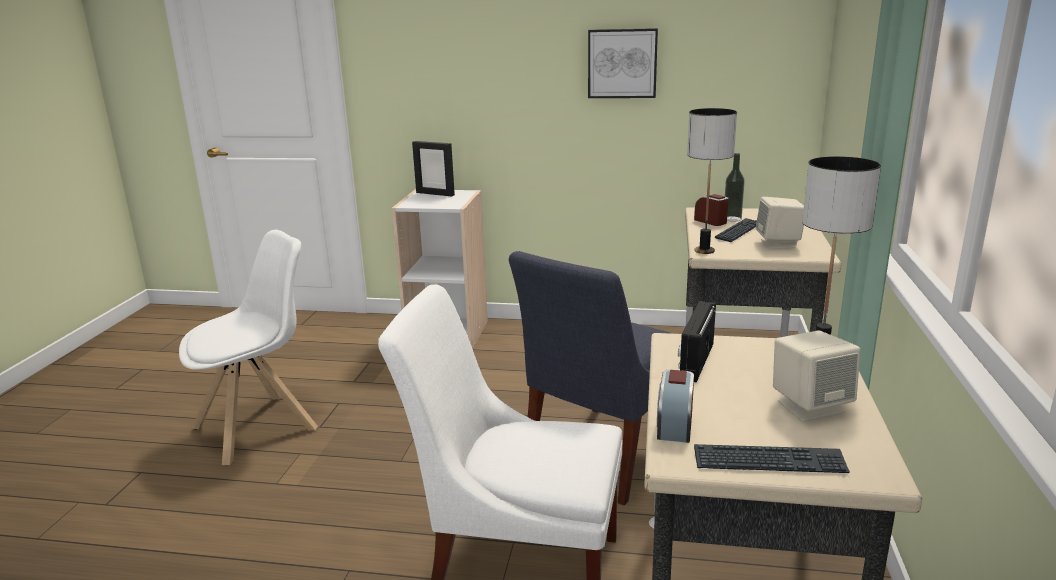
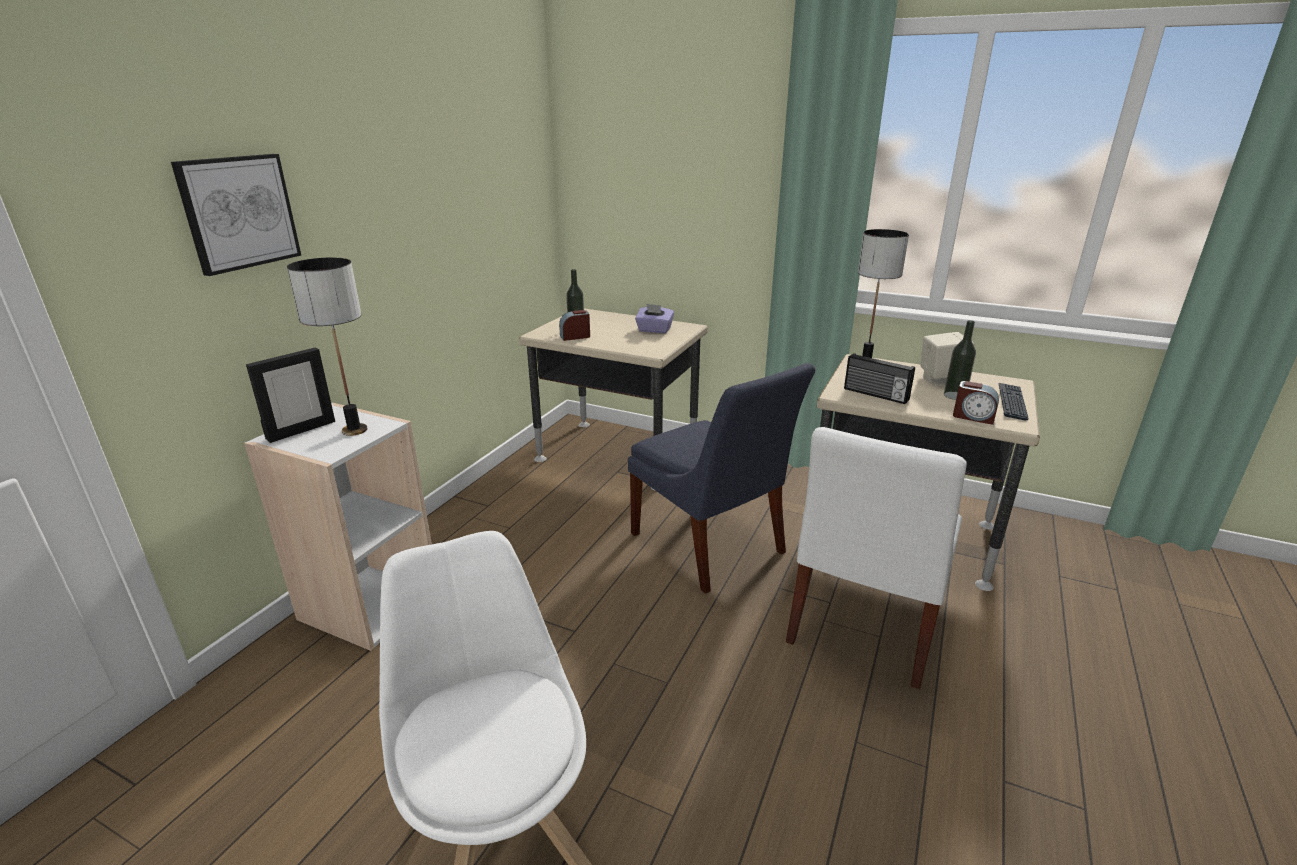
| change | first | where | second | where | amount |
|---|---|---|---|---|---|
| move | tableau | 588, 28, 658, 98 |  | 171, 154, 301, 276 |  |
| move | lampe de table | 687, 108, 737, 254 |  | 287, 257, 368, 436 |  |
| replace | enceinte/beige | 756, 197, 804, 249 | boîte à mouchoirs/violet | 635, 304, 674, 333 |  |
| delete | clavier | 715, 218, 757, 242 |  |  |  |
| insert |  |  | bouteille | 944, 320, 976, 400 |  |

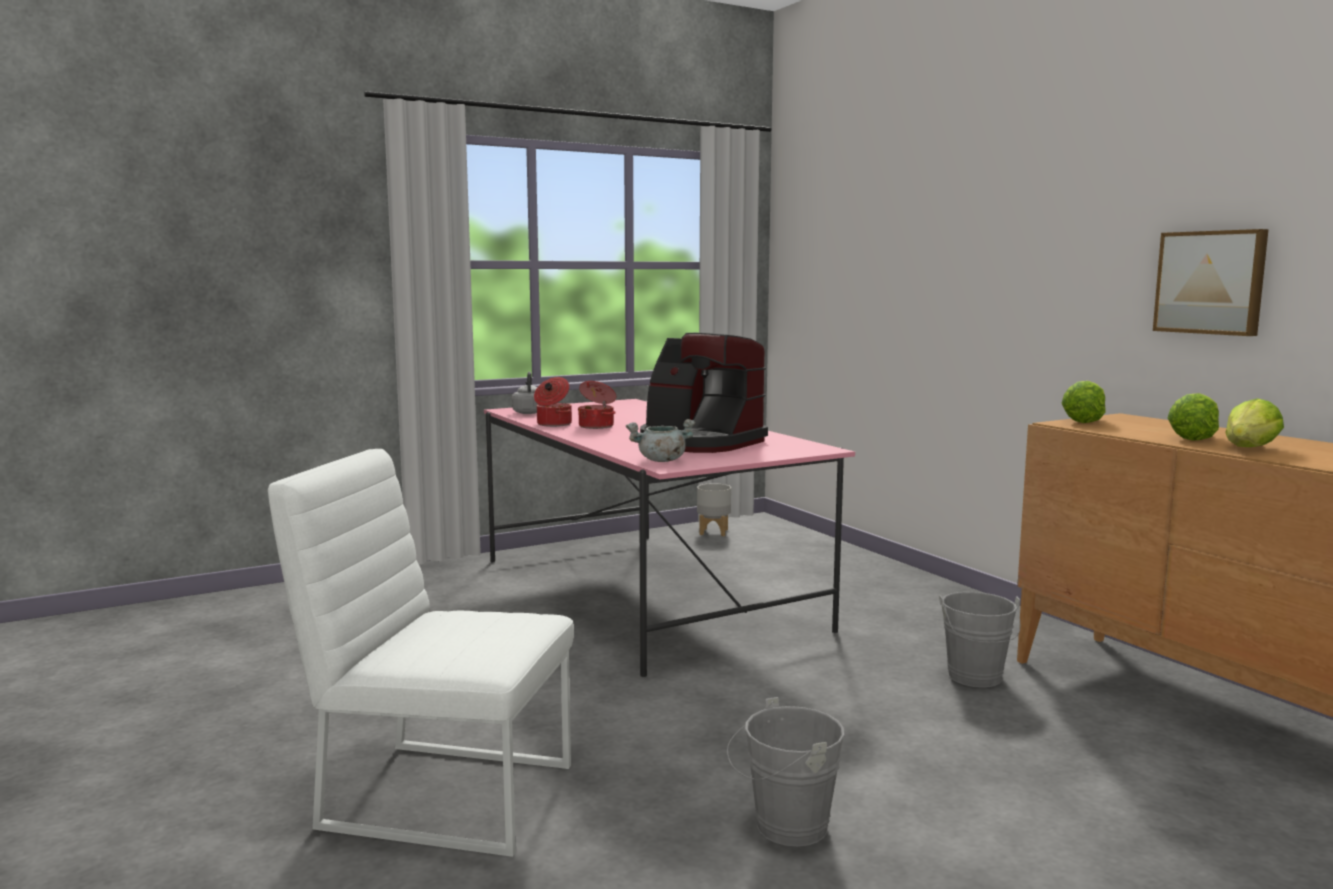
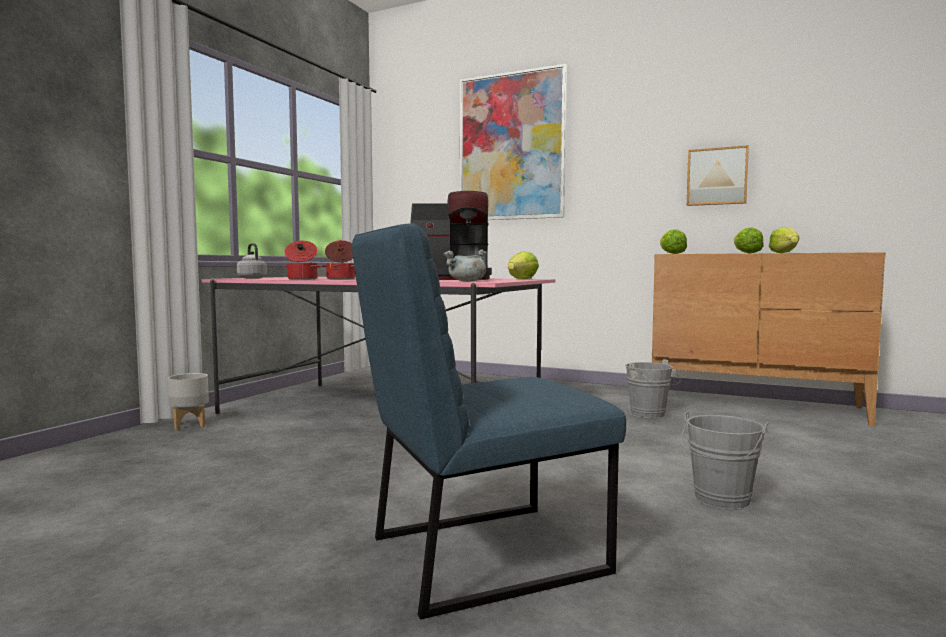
| change | first | where | second | where | amount |
|---|---|---|---|---|---|
| recolor | chaise/blanc | 268, 449, 574, 857 | chaise/bleu | 352, 223, 626, 620 |  |
| move | cache-pot/gris | 697, 483, 731, 536 |  | 168, 373, 209, 430 |  |
| insert |  |  | tableau | 460, 64, 567, 220 |  |
| insert |  |  | laitue | 508, 252, 539, 279 |  |

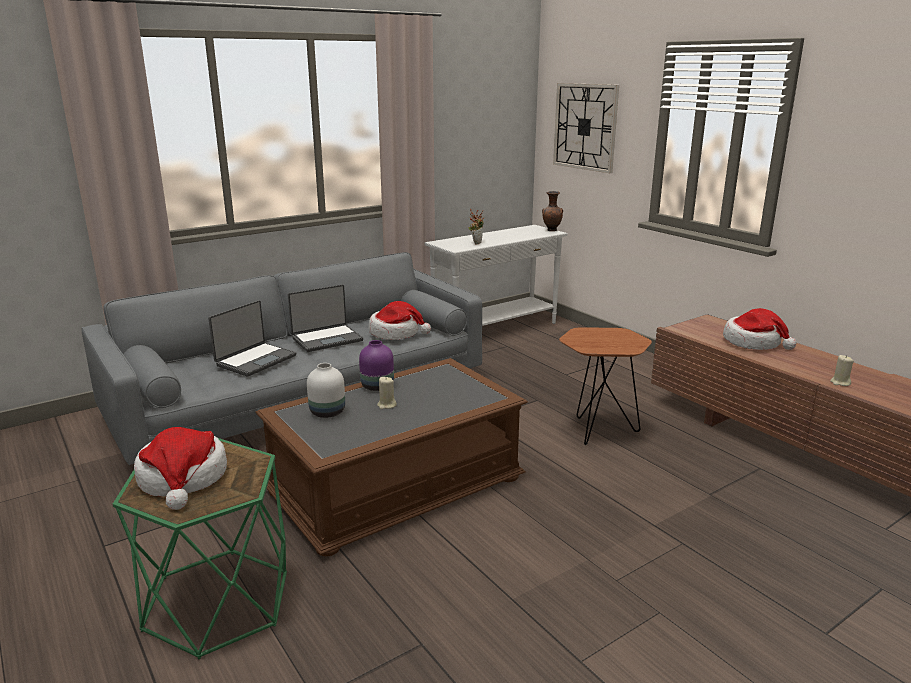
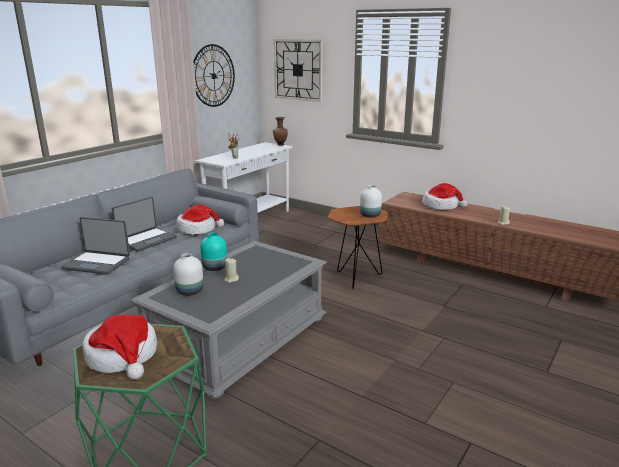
| change | first | where | second | where | amount |
|---|---|---|---|---|---|
| rotate | ordinateur portable | 208, 300, 296, 377 |  | 61, 217, 130, 275 | 90 degrees clockwise |
| recolor | vase/violet | 359, 340, 394, 391 | vase/turquoise | 200, 232, 227, 271 |  |
| recolor | table basse/marron | 256, 358, 528, 556 | table basse/gris | 130, 241, 327, 399 |  |
| insert |  |  | horloge murale | 193, 44, 235, 107 |  |
| insert |  |  | vase/blanc | 360, 185, 382, 218 |  |

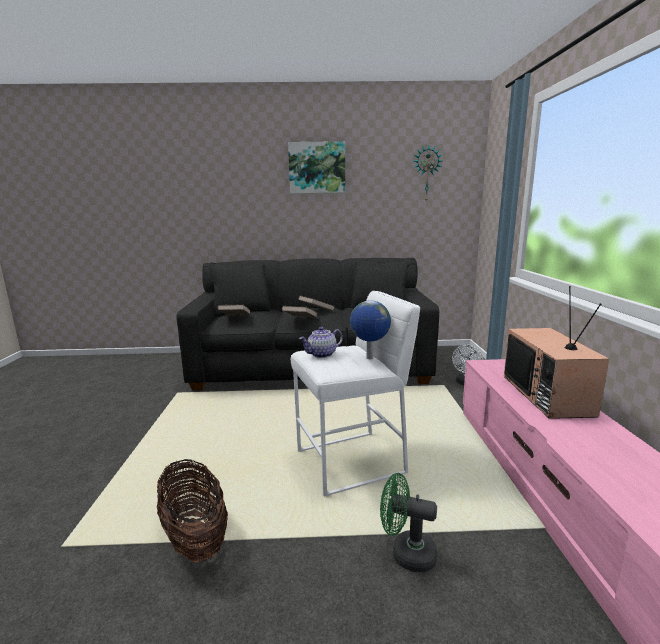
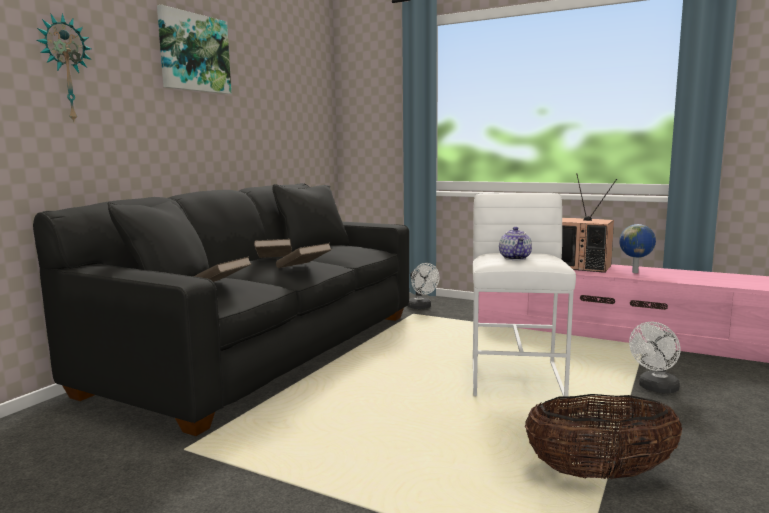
| change | first | where | second | where | amount |
|---|---|---|---|---|---|
| move | horloge murale | 413, 146, 442, 201 |  | 37, 13, 92, 122 |  |
| move | globe | 350, 300, 391, 359 |  | 619, 224, 656, 273 |  |
| recolor | ventilateur/vert | 380, 473, 437, 572 | ventilateur/blanc | 629, 322, 680, 394 |  |

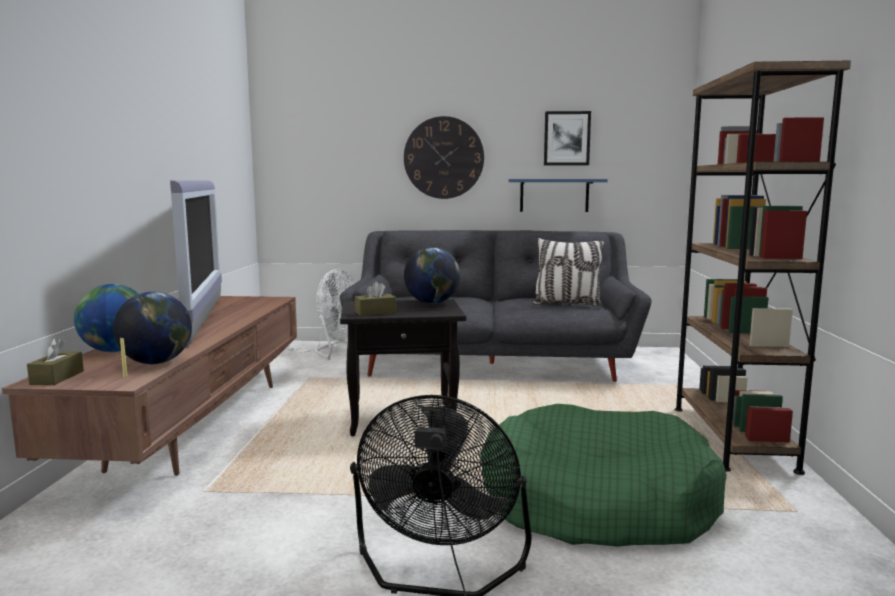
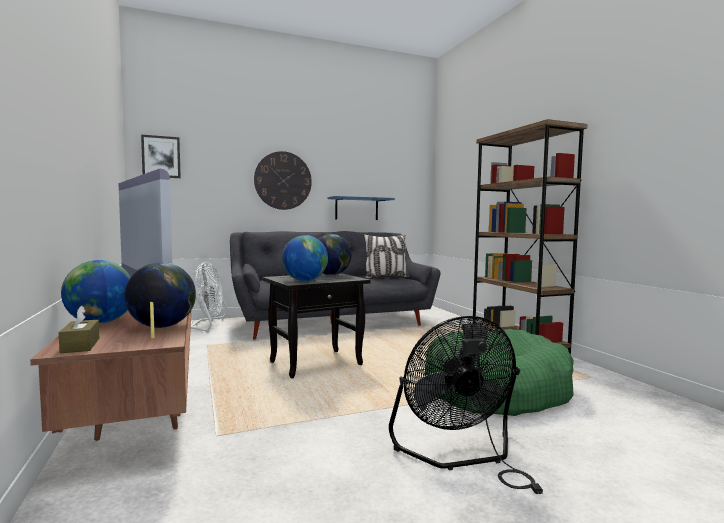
| change | first | where | second | where | amount |
|---|---|---|---|---|---|
| move | tableau | 544, 111, 591, 165 |  | 141, 135, 181, 178 |  |
| replace | boîte à mouchoirs/marron | 355, 281, 396, 316 | globe | 282, 235, 328, 281 |  |

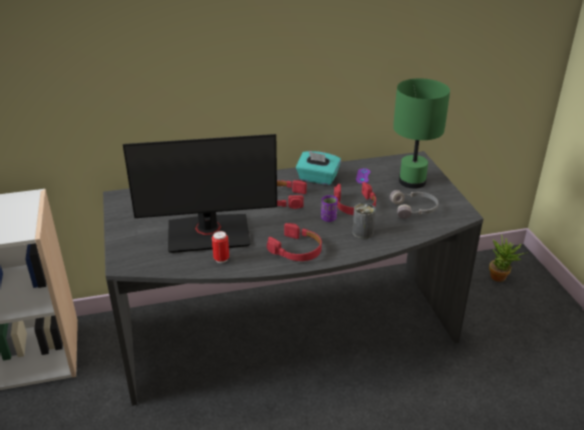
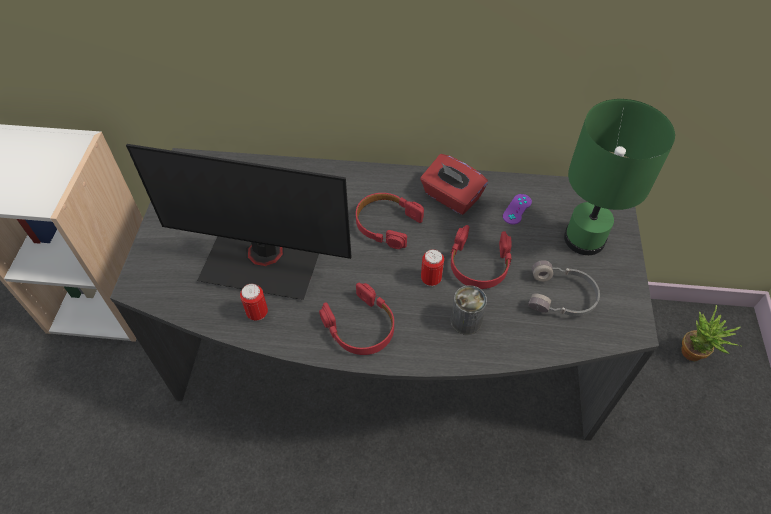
| change | first | where | second | where | amount |
|---|---|---|---|---|---|
| recolor | boîte à mouchoirs/turquoise | 296, 151, 341, 185 | boîte à mouchoirs/rouge | 420, 154, 488, 215 |  |
| replace | tasse/violet | 321, 195, 338, 222 | boîte métallique | 421, 249, 444, 286 |  |

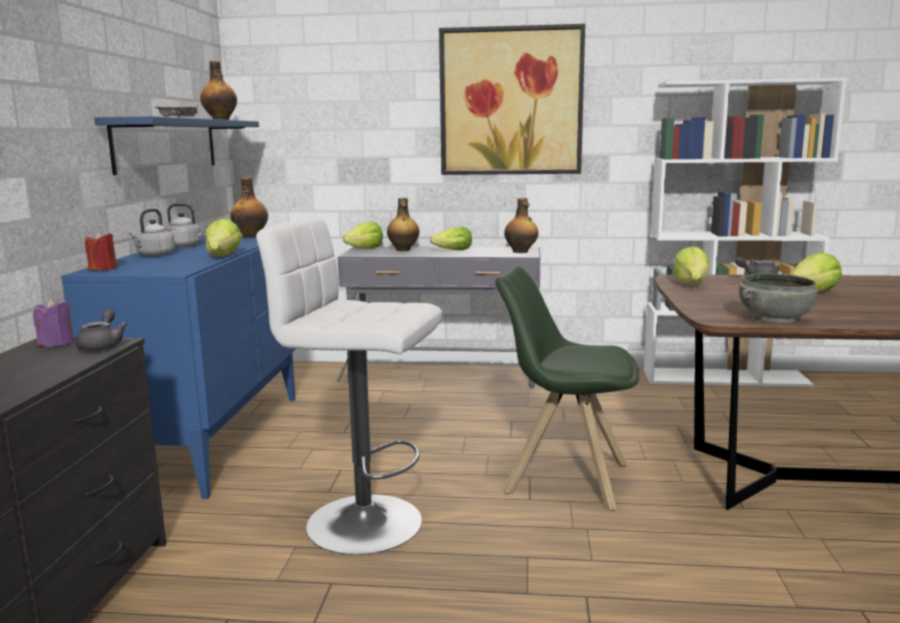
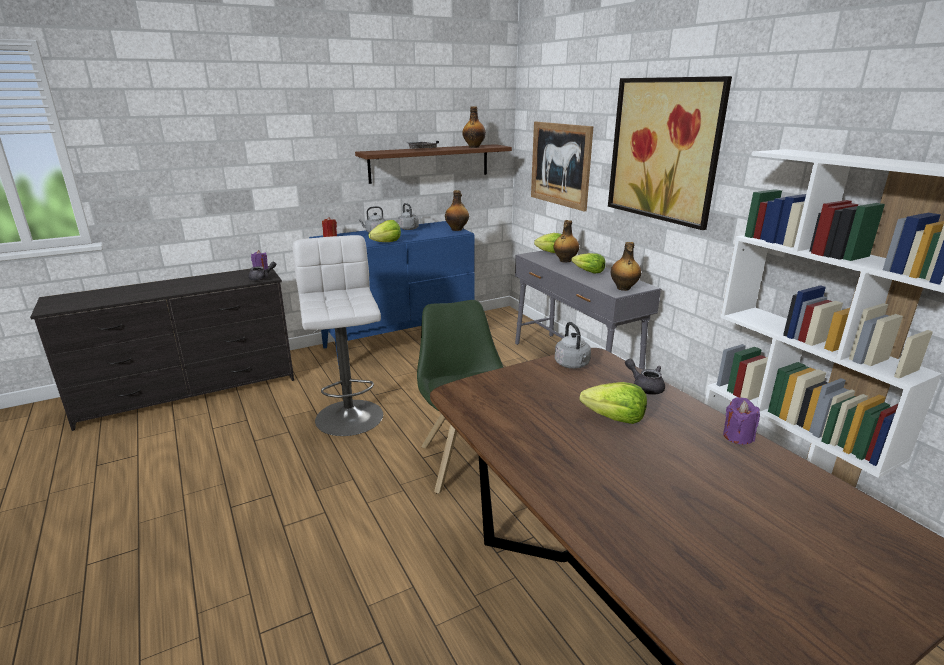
| change | first | where | second | where | amount |
|---|---|---|---|---|---|
| recolor | étagère/bleu | 94, 116, 259, 175 | étagère/marron | 355, 144, 512, 184 |  |
| replace | laitue | 673, 246, 710, 285 | bouilloire/gris | 555, 322, 591, 369 |  |
| delete | bol/gris | 739, 273, 818, 324 |  |  |  |
| insert |  |  | tableau | 531, 122, 593, 211 |  |
| insert |  |  | bougie/violet | 723, 397, 760, 444 |  |

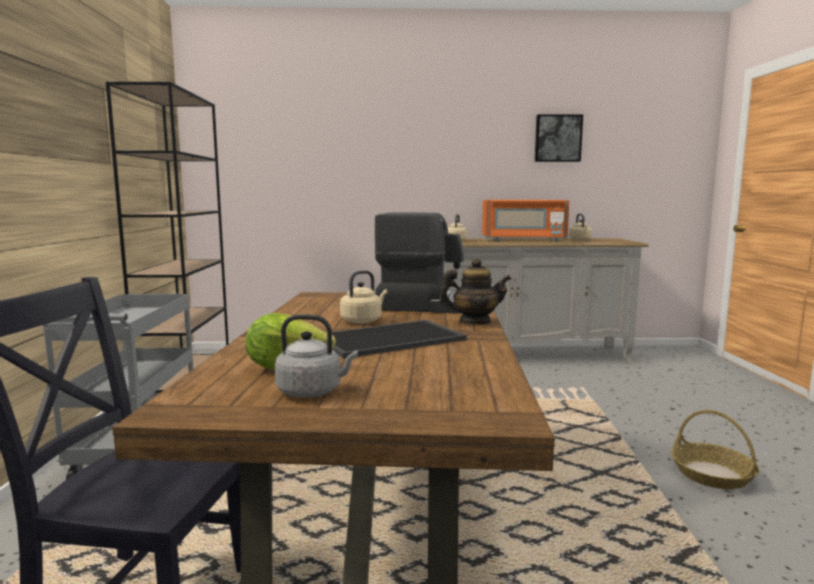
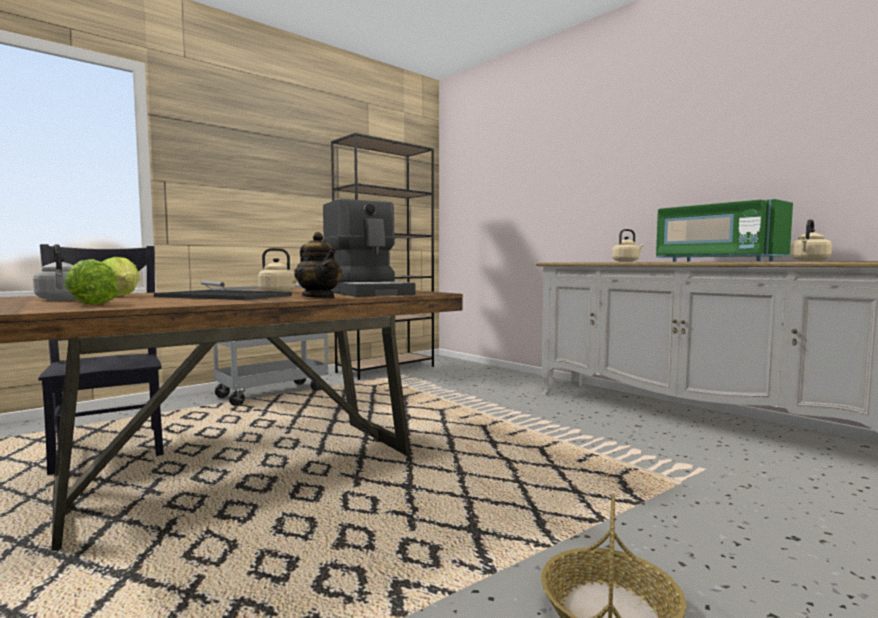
| change | first | where | second | where | amount |
|---|---|---|---|---|---|
| delete | tableau | 535, 114, 583, 162 |  |  |  |
| recolor | micro-ondes/orange | 482, 200, 569, 241 | micro-ondes/vert | 656, 199, 793, 262 |  |
| insert |  |  | laitue | 65, 259, 118, 305 |  |

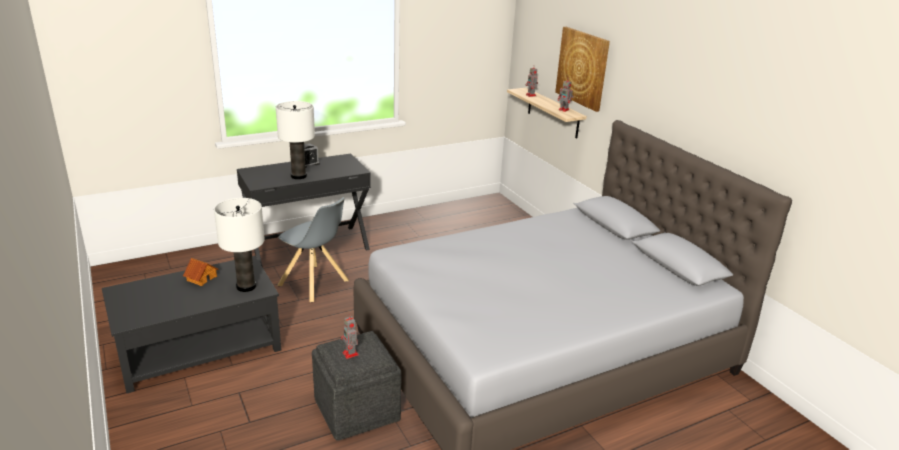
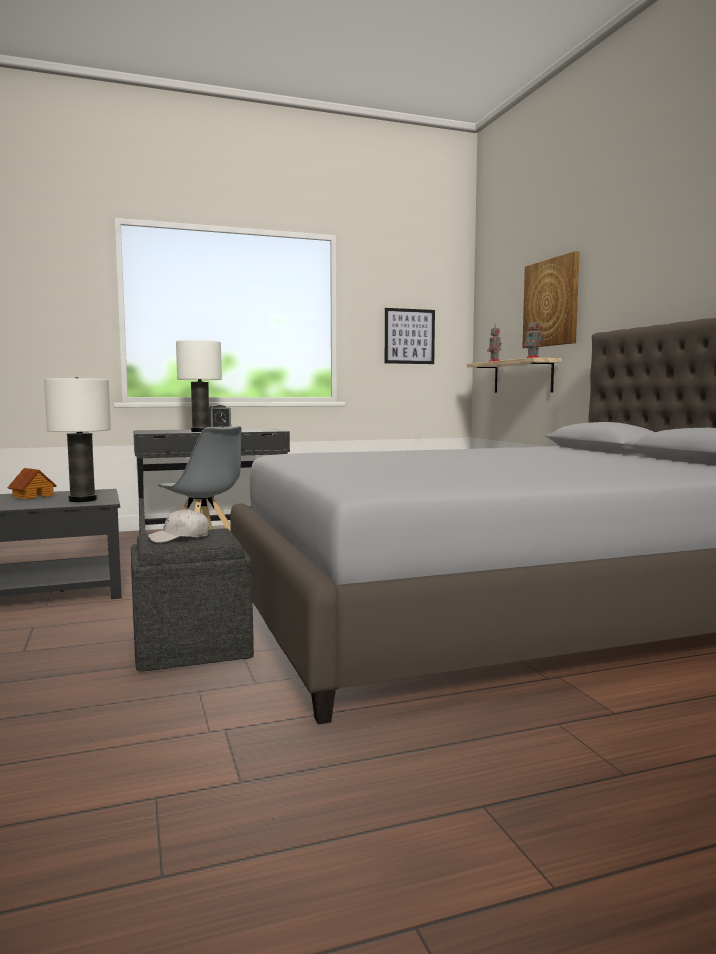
| change | first | where | second | where | amount |
|---|---|---|---|---|---|
| replace | robot jouet | 341, 316, 359, 359 | casquette/blanc | 148, 509, 209, 543 |  |
| insert |  |  | tableau | 385, 308, 435, 364 |  |

